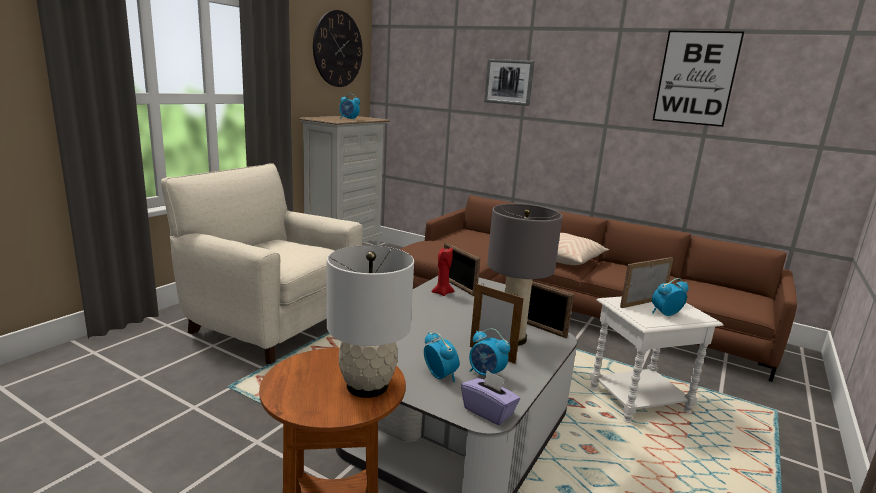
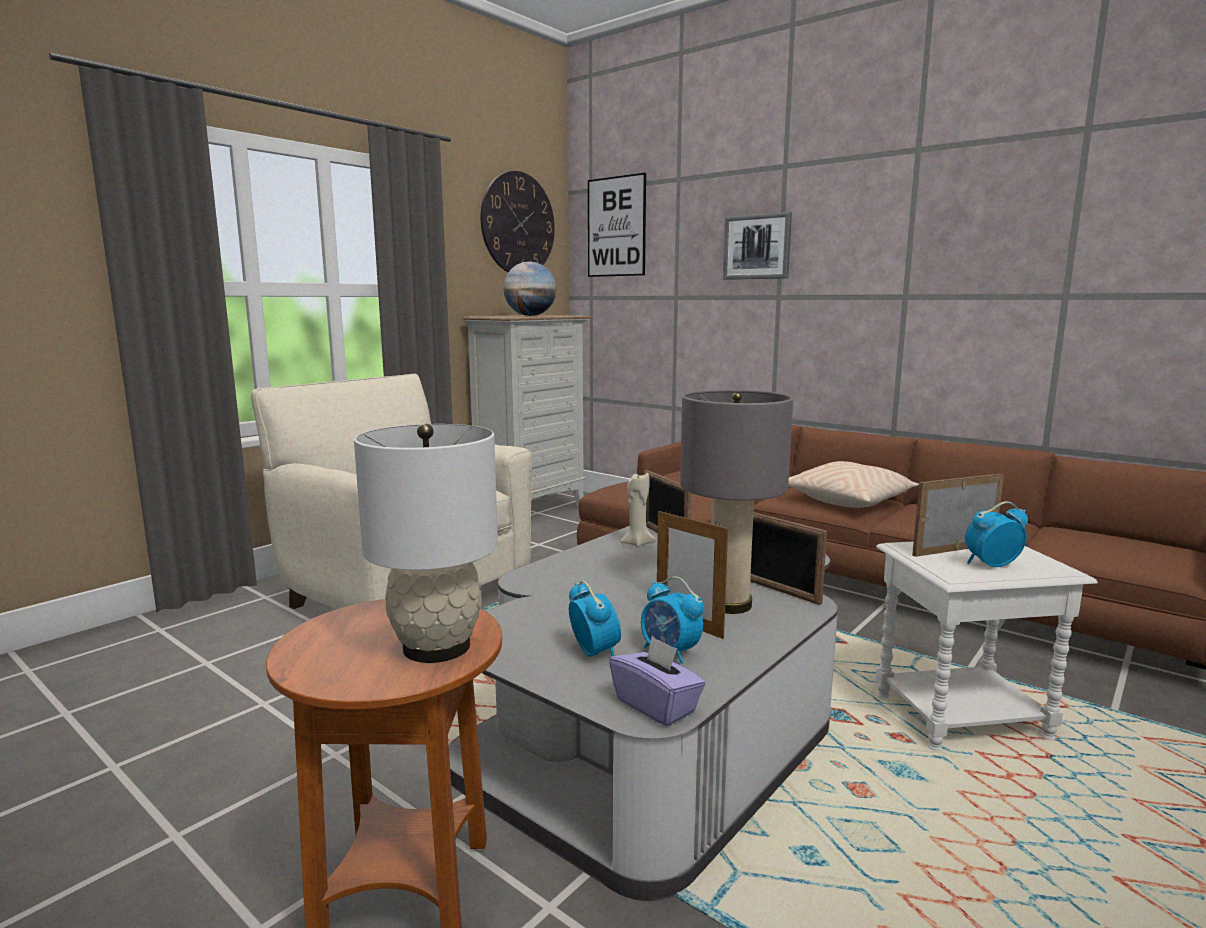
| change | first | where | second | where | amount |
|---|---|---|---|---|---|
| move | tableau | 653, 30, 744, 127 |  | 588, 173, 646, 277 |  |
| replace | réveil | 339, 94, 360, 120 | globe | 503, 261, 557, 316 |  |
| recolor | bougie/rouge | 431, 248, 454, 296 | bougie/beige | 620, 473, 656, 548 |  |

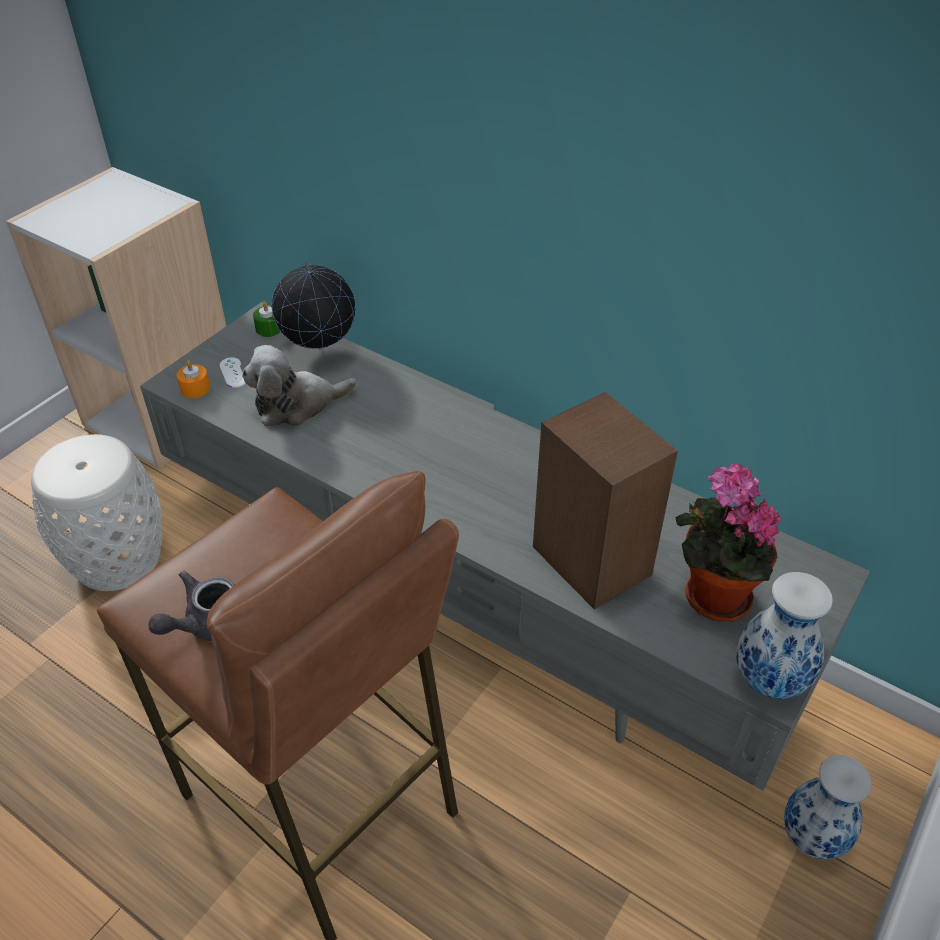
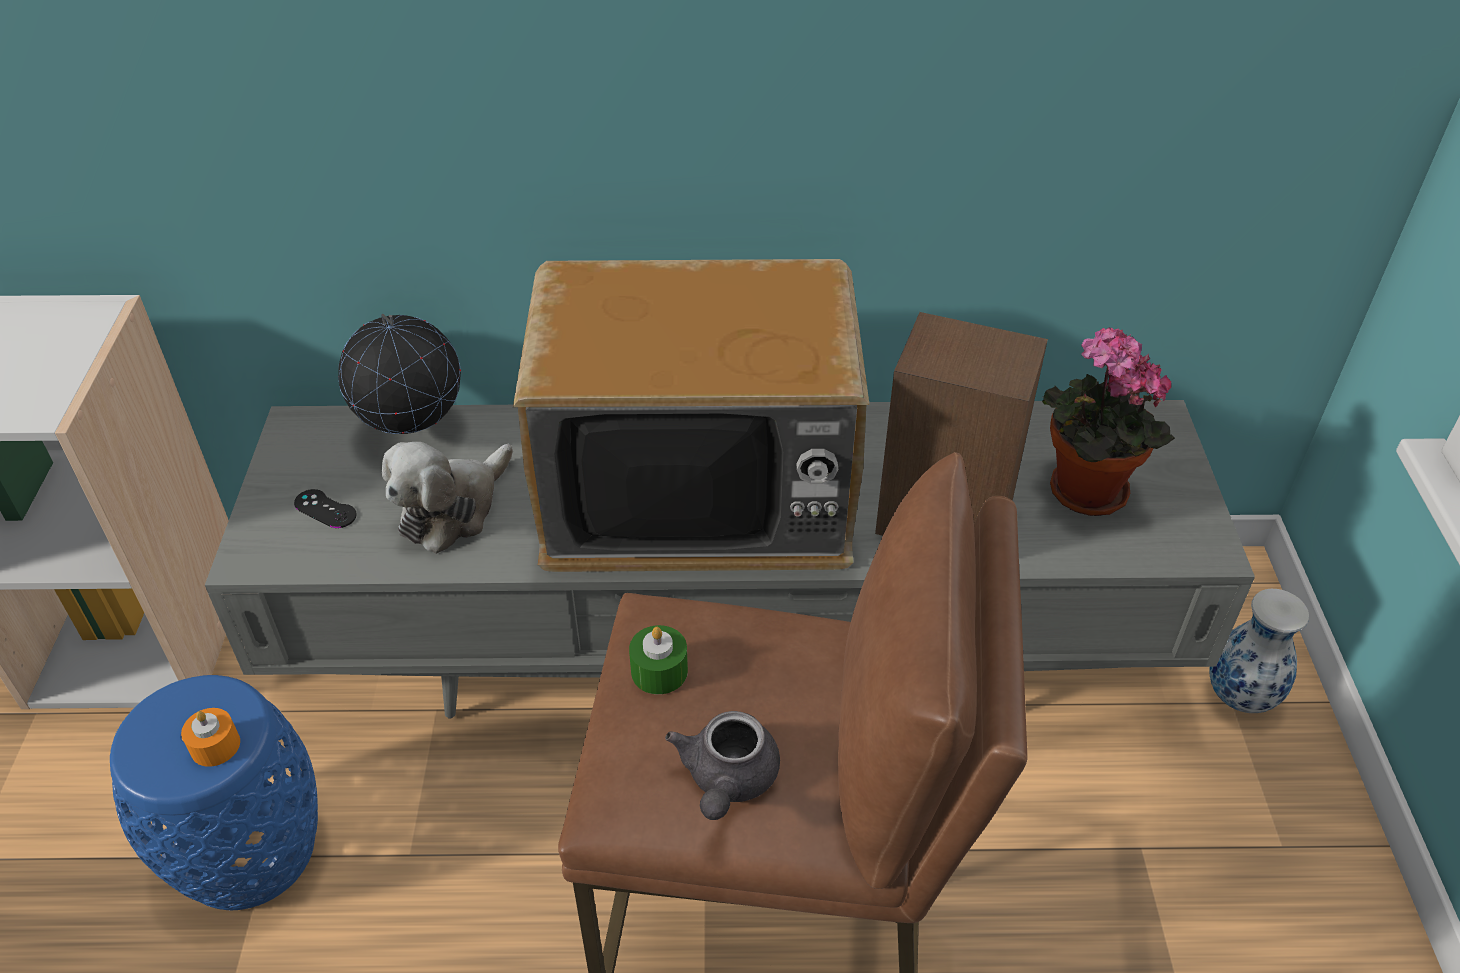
| change | first | where | second | where | amount |
|---|---|---|---|---|---|
| move | bougie/vert | 253, 301, 281, 337 |  | 629, 625, 688, 694 |  |
| recolor | manette/blanc | 220, 357, 246, 388 | manette/noir | 294, 489, 357, 528 |  |
| move | bougie/orange | 177, 360, 210, 398 |  | 181, 708, 240, 767 |  |
| recolor | tabouret/blanc | 31, 434, 162, 591 | tabouret/bleu | 110, 675, 318, 910 |  |
| delete | vase | 736, 572, 833, 699 |  |  |  |
| insert |  |  | téléviseur | 513, 259, 870, 572 |  |

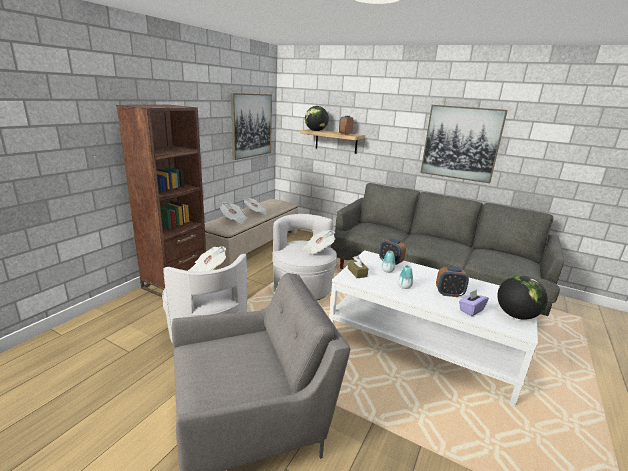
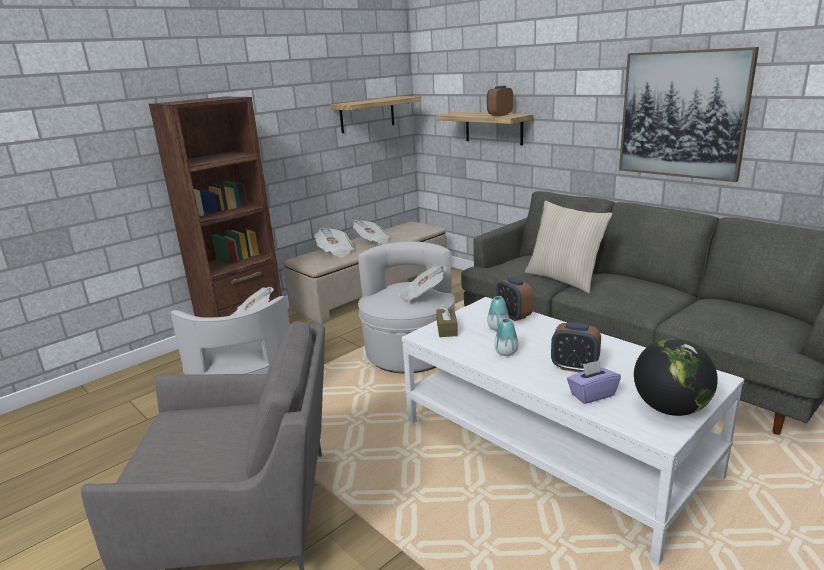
| change | first | where | second | where | amount |
|---|---|---|---|---|---|
| replace | tableau | 231, 93, 272, 160 | étagère | 330, 96, 421, 133 |  |
| delete | globe | 305, 106, 329, 131 |  |  |  |
| insert |  |  | coussin/beige | 525, 201, 612, 293 |  |

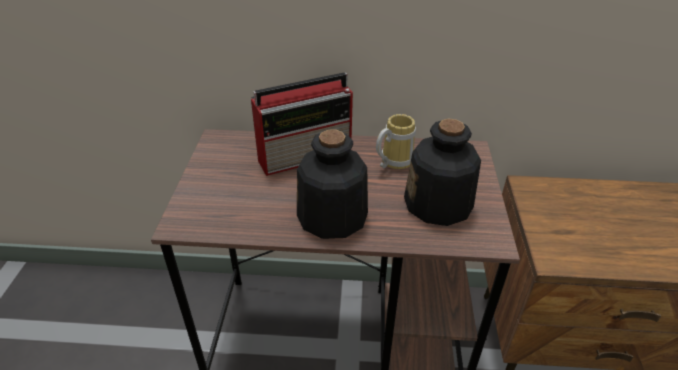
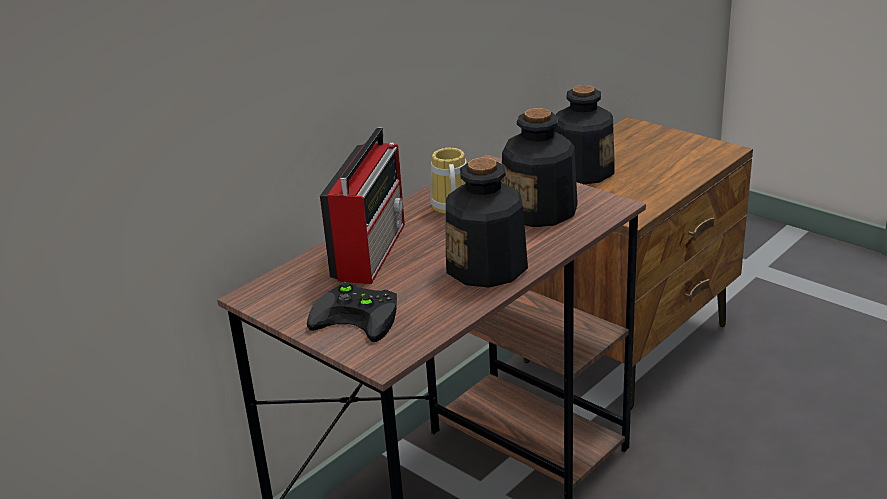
| change | first | where | second | where | amount |
|---|---|---|---|---|---|
| insert |  |  | bouteille | 555, 85, 615, 184 |  |
| insert |  |  | manette/noir | 307, 282, 397, 342 |  |

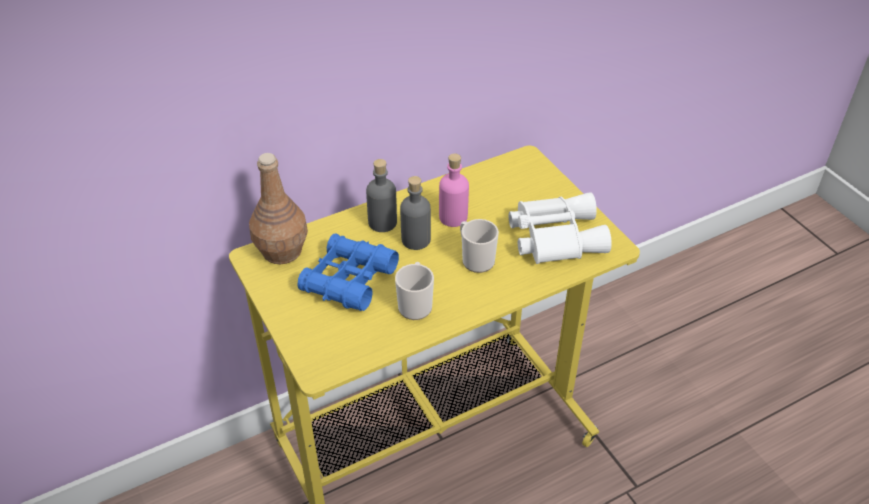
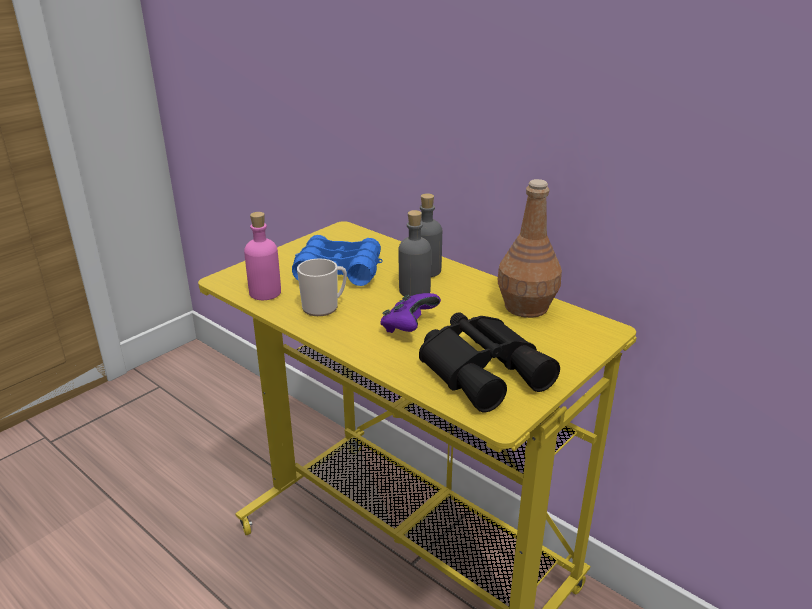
| change | first | where | second | where | amount |
|---|---|---|---|---|---|
| move | bouteille/marron | 249, 153, 308, 264 |  | 498, 179, 562, 318 |  |
| move | bouteille/rose | 439, 154, 469, 227 |  | 244, 212, 281, 300 |  |
| recolor | jumelles/blanc | 509, 192, 612, 264 | jumelles/noir | 419, 312, 560, 412 |  |
| replace | mug | 460, 219, 499, 273 | manette/violet | 380, 293, 441, 333 |  |

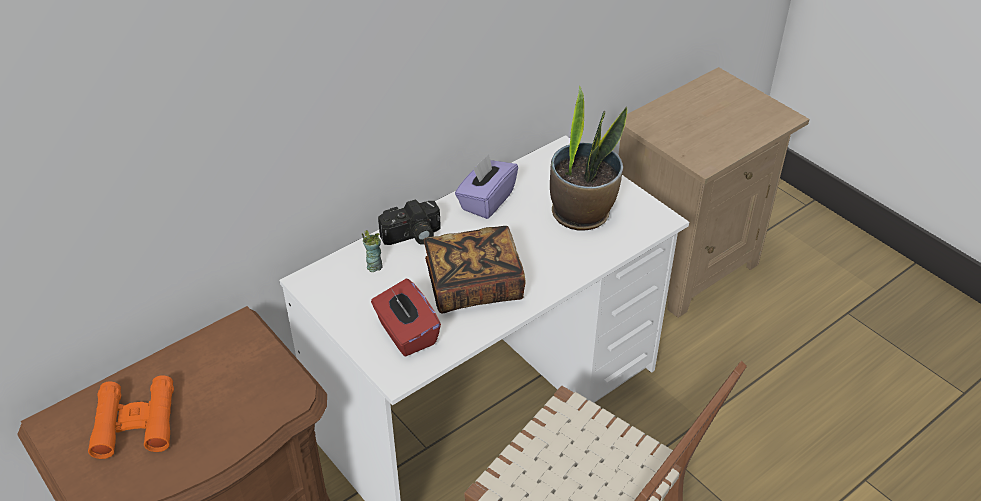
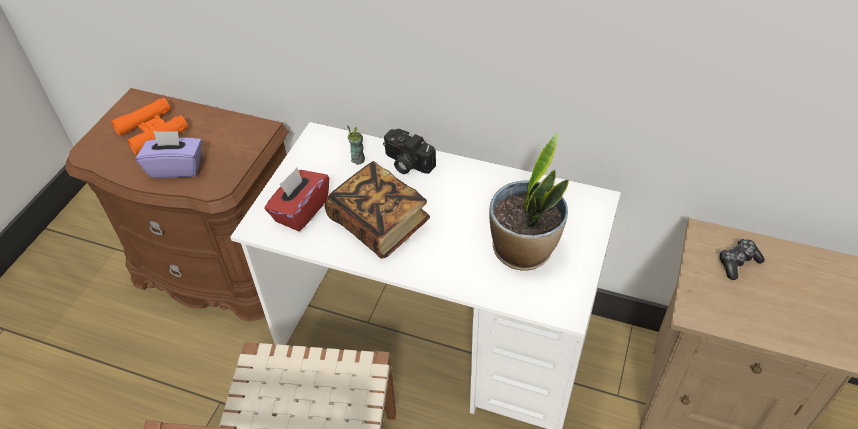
| change | first | where | second | where | amount |
|---|---|---|---|---|---|
| move | boîte à mouchoirs/violet | 455, 154, 518, 219 |  | 136, 131, 202, 178 |  |
| insert |  |  | manette | 719, 239, 765, 280 |  |

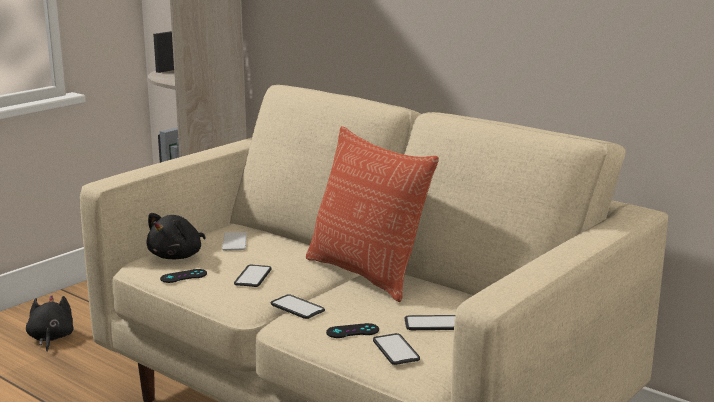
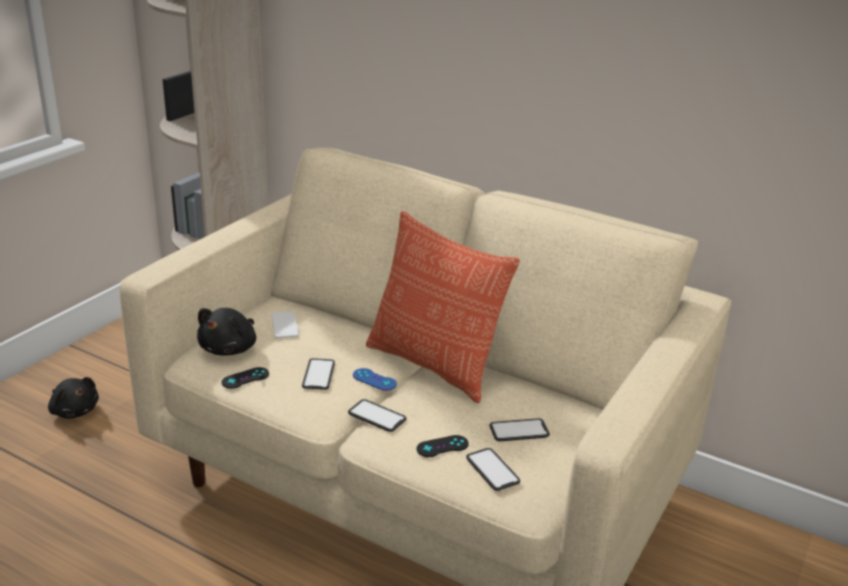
| change | first | where | second | where | amount |
|---|---|---|---|---|---|
| rotate | peluche/noir | 26, 295, 74, 352 |  | 48, 377, 99, 419 | 150 degrees clockwise |
| insert |  |  | manette/bleu | 353, 368, 397, 391 |  |

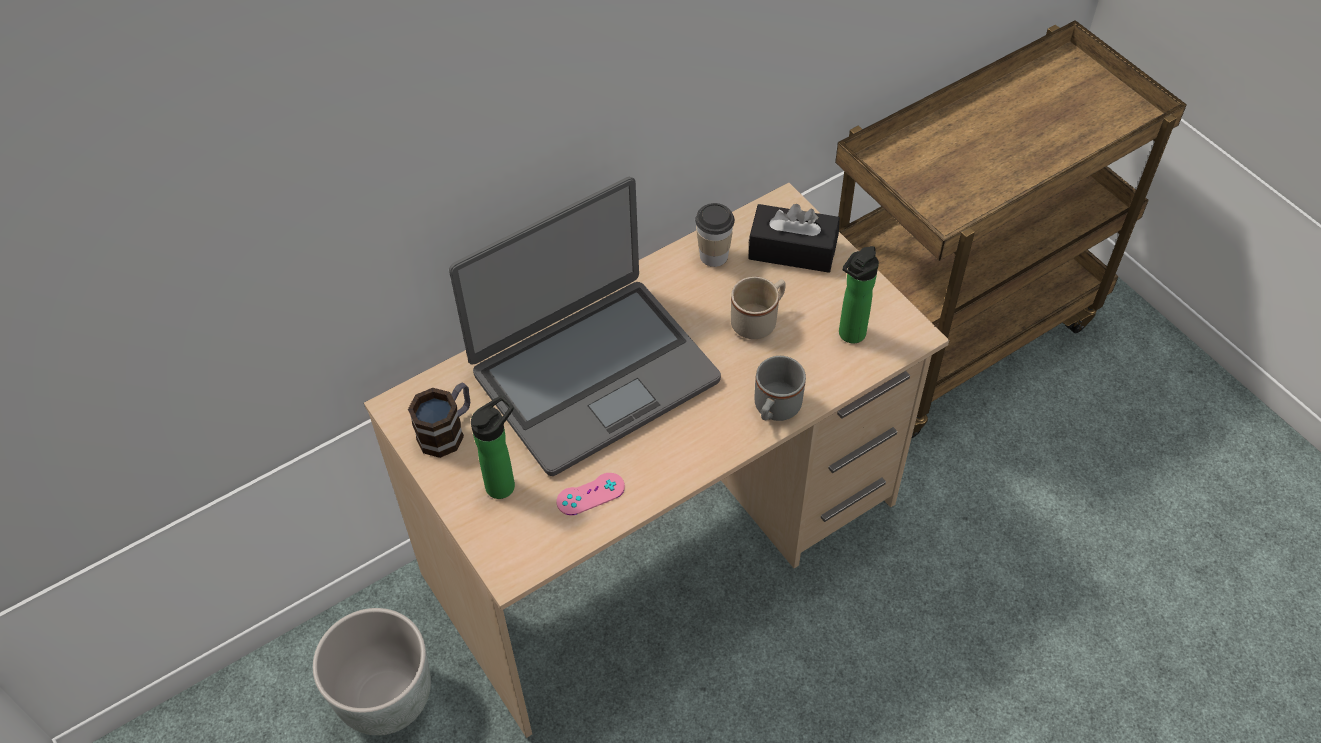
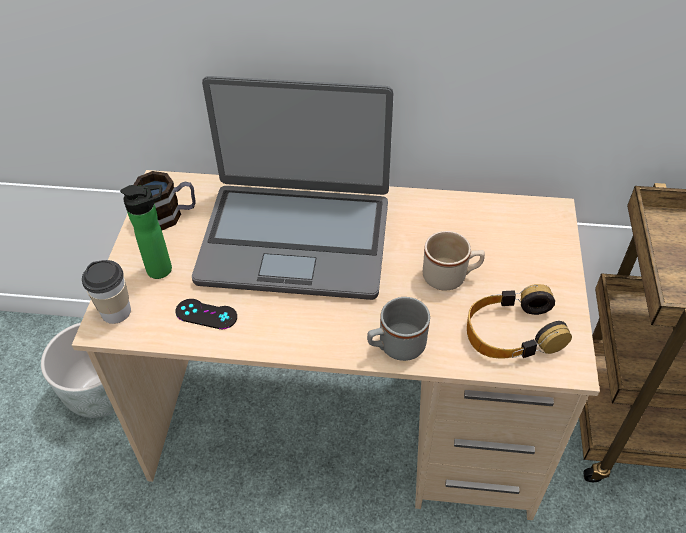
| change | first | where | second | where | amount |
|---|---|---|---|---|---|
| move | tasse | 695, 203, 735, 267 |  | 82, 260, 131, 324 |  |
| delete | boîte à mouchoirs/noir | 748, 204, 840, 273 |  |  |  |
| replace | bouteille | 839, 246, 879, 343 | casque audio | 467, 284, 572, 359 |  |
| recolor | manette/rose | 556, 473, 625, 515 | manette/noir | 175, 299, 237, 329 |  |

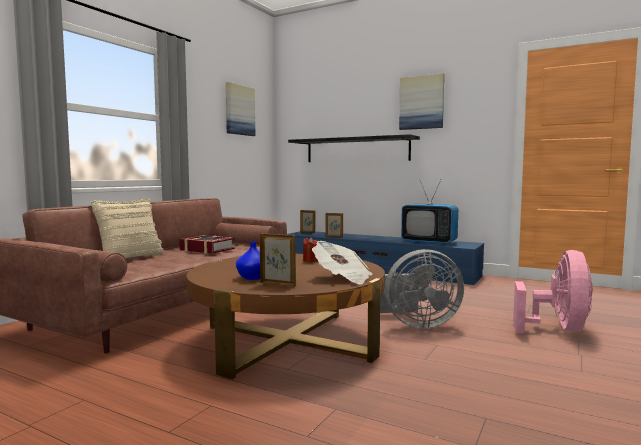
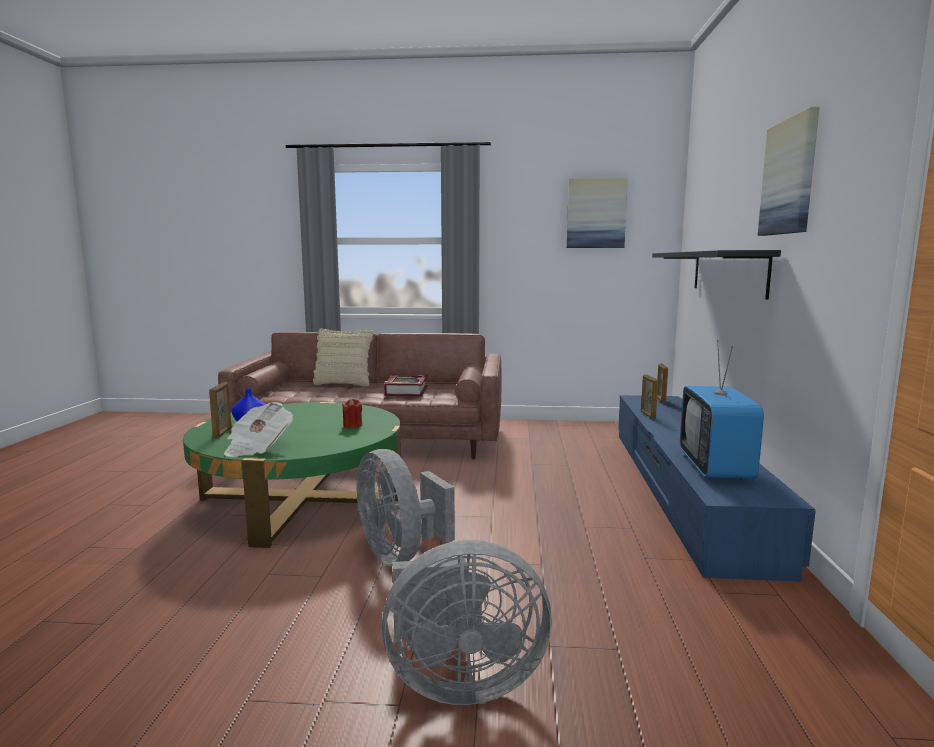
| change | first | where | second | where | amount |
|---|---|---|---|---|---|
| recolor | ventilateur/rose | 513, 250, 593, 334 | ventilateur/gris | 382, 540, 552, 705 |  |
| recolor | table basse/marron | 186, 254, 385, 379 | table basse/vert | 183, 402, 401, 548 |  |

